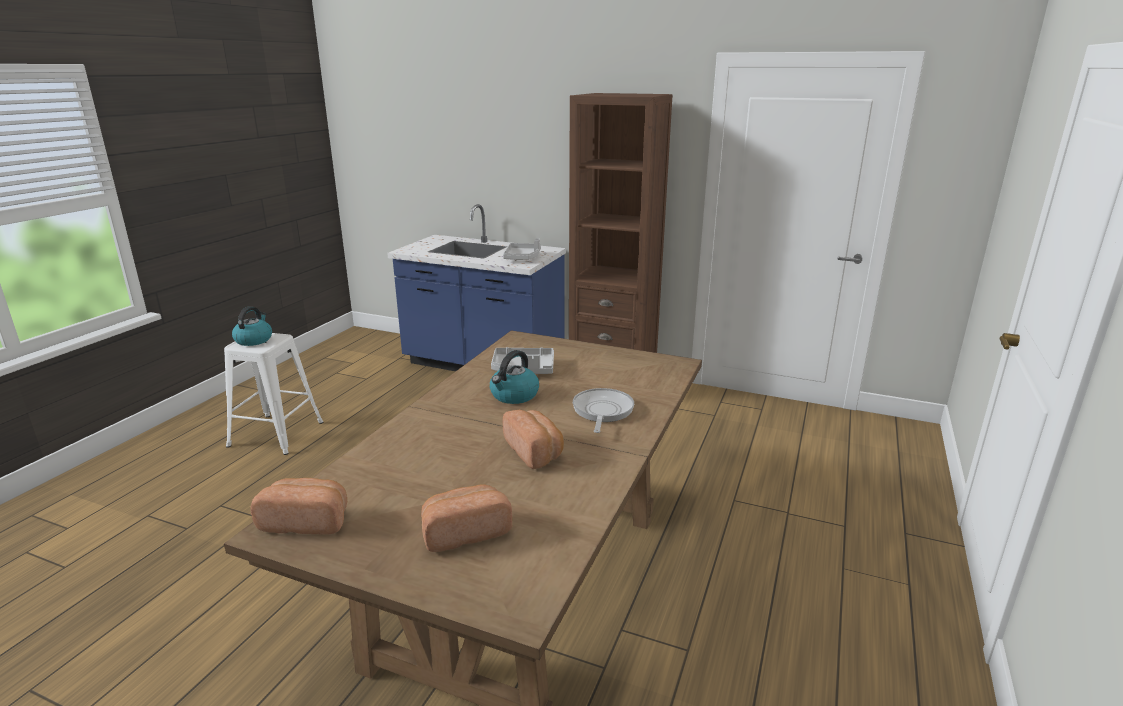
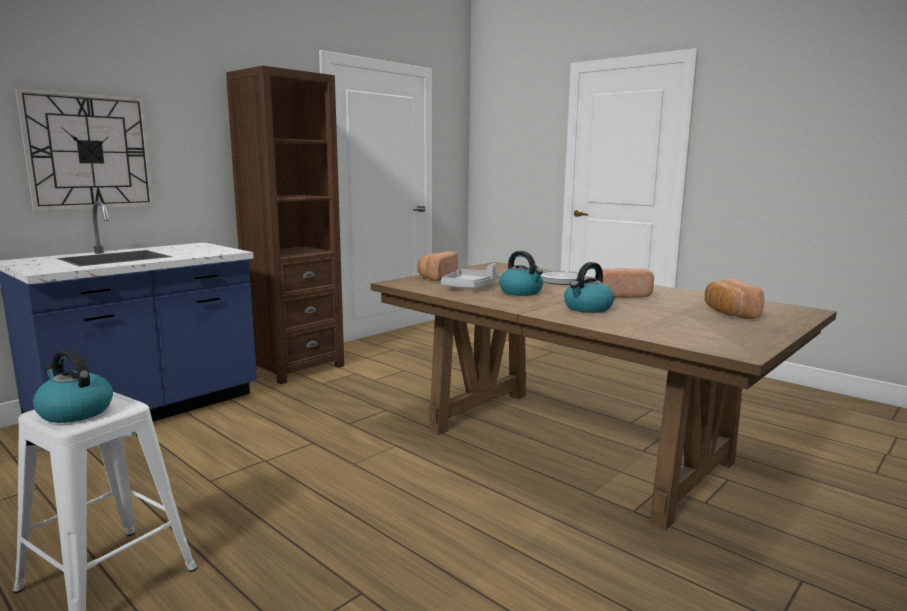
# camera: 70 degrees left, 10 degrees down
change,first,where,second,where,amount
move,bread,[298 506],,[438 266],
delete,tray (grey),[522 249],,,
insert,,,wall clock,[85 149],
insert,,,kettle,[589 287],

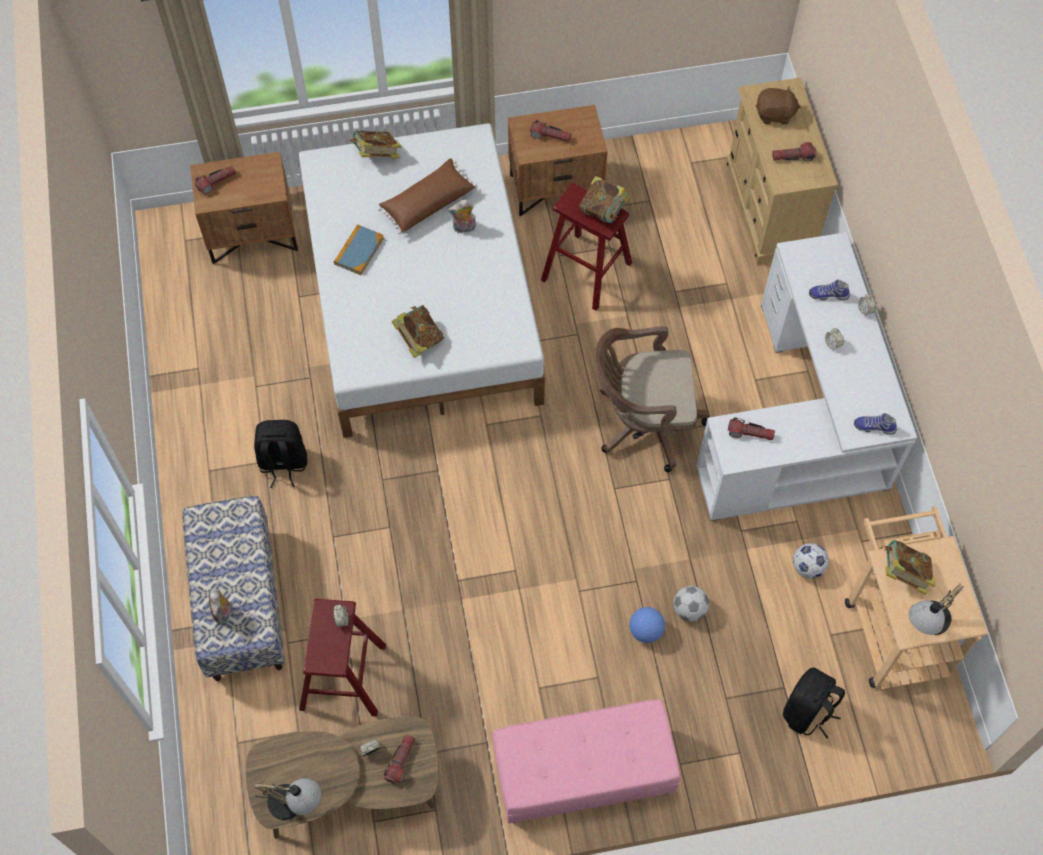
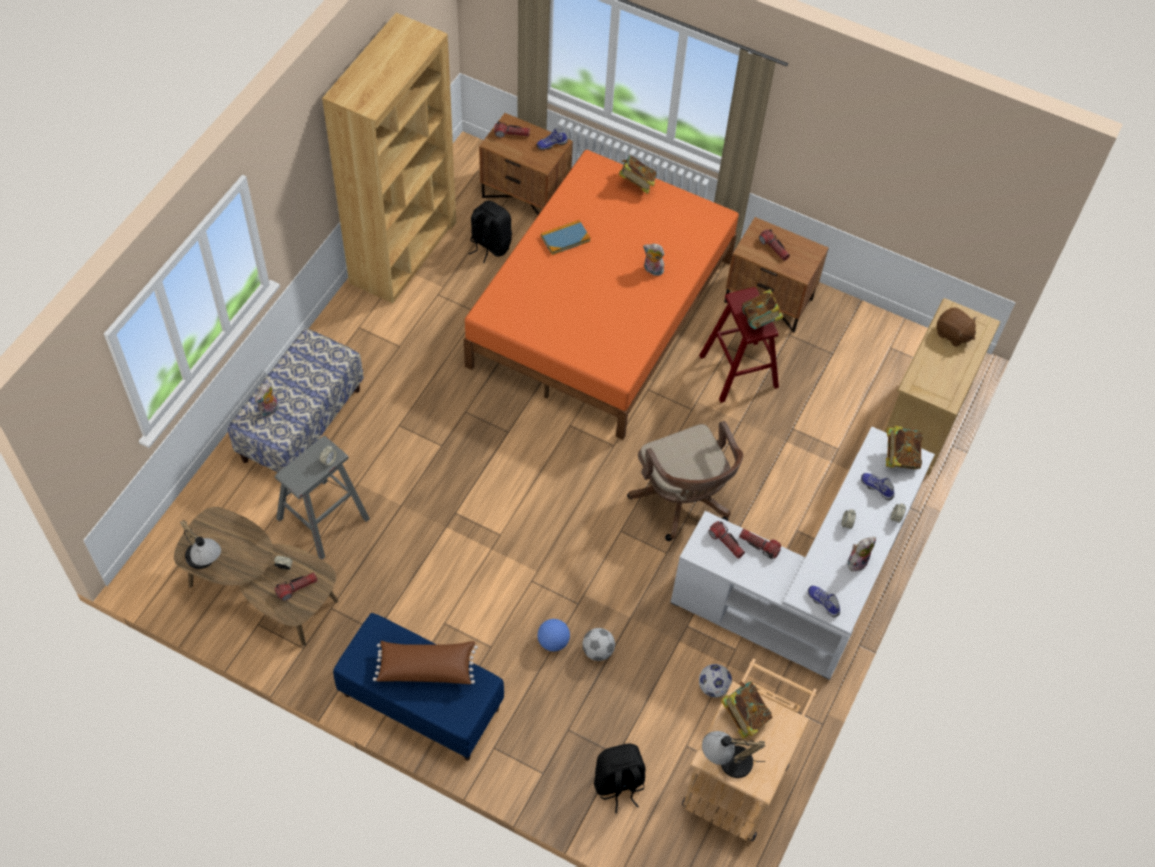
# camera: 35 degrees right, 5 degrees down
change,first,where,second,where,amount
move,backpack (black),[280 454],,[490 232],
recolor,bed (white),[422 280],bed (orange),[601 295],
recolor,stool (red),[342 657],stool (grey),[322 498],
move,pillow (brown),[427 196],,[425 662],
move,book,[417 331],,[904 447],
recolor,bench (pink),[586 762],bench (blue),[418 686],
rotate,office chair (brown),[652 399],,[685 481],150 degrees counterclockwise
move,flashlight,[794 151],,[760 544],
insert,,,bookcase (brown),[389 158],
insert,,,shoe,[552 139],
insert,,,plush toy,[862 554],

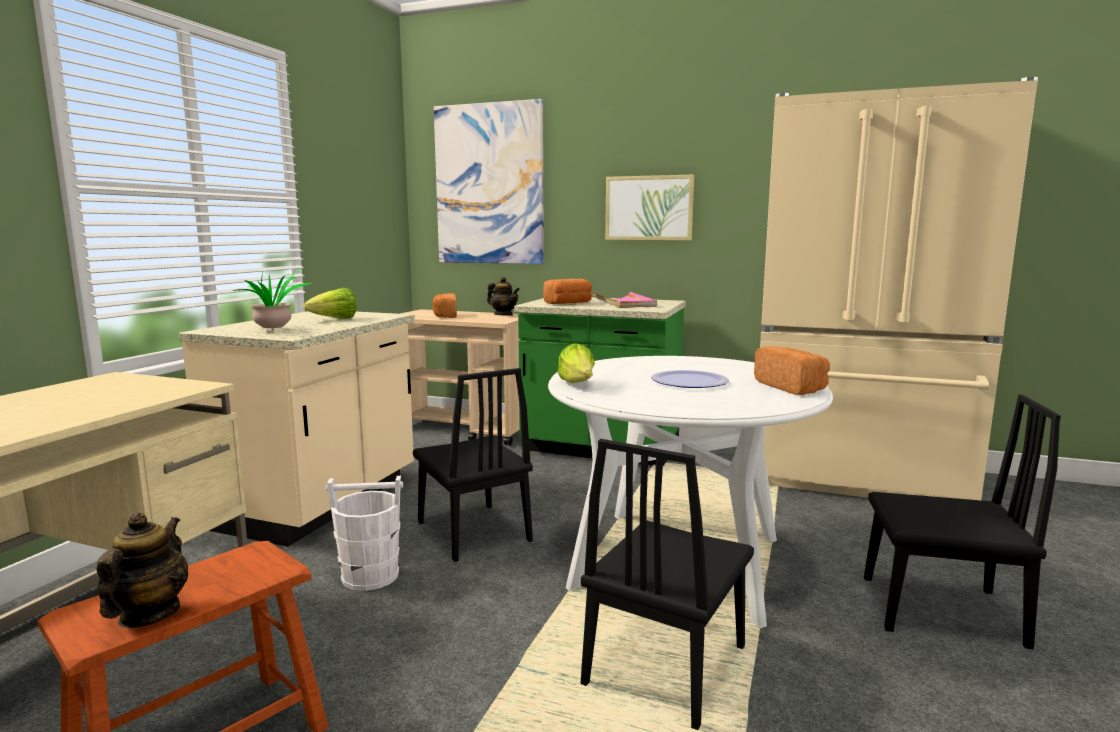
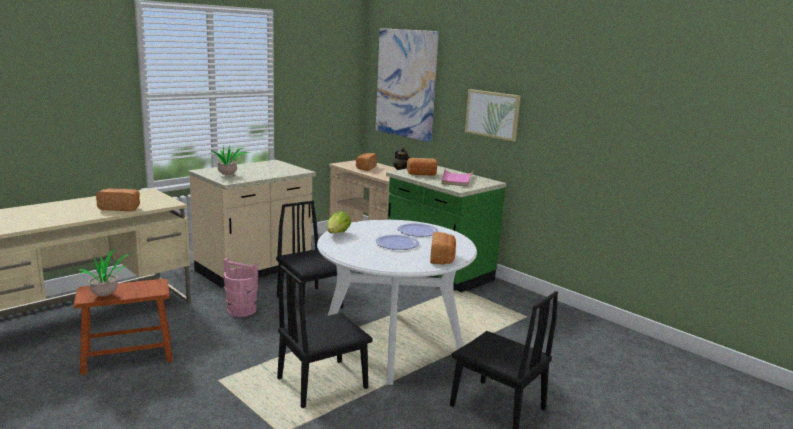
# camera: 25 degrees right, 5 degrees up
change,first,where,second,where,amount
replace,teapot,[142 570],potted plant,[105 272],
delete,lettuce,[330 303],,,
recolor,bucket (white),[364 533],bucket (pink),[241 287],
rotate,chair (black),[473 465],,[309 254],150 degrees clockwise
delete,fridge (beige),[899 288],,,
insert,,,bread,[118 199],
insert,,,plate,[418 230],

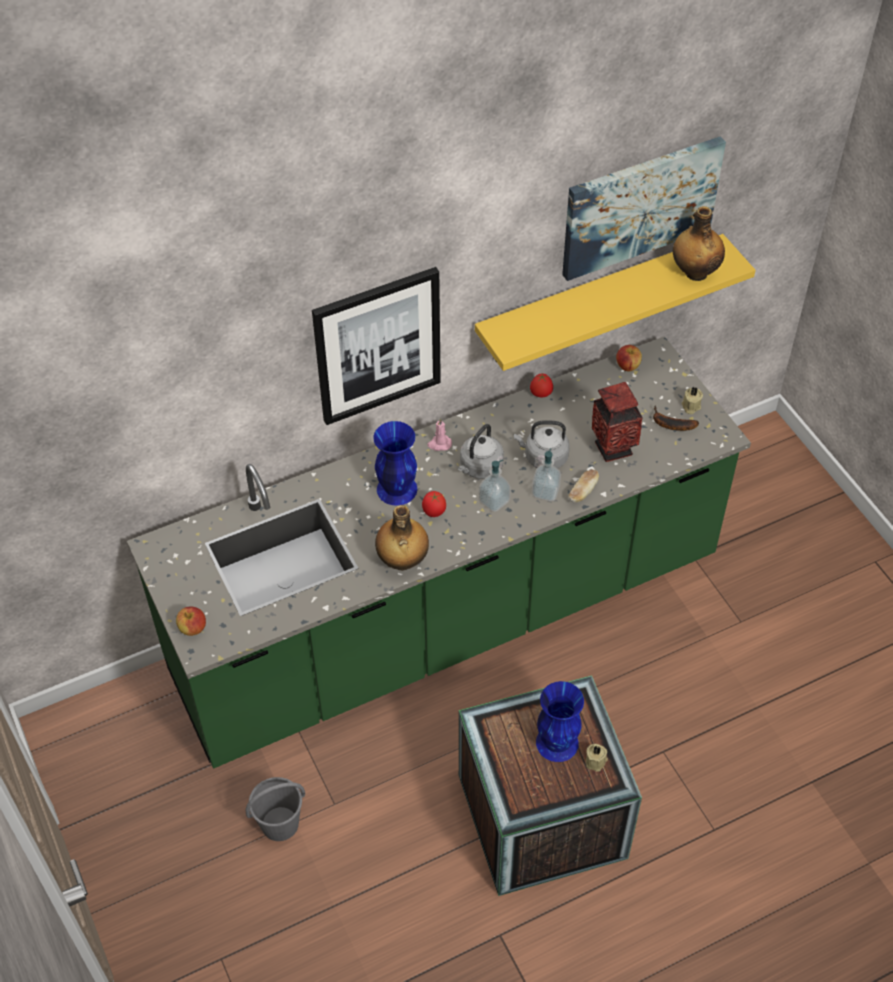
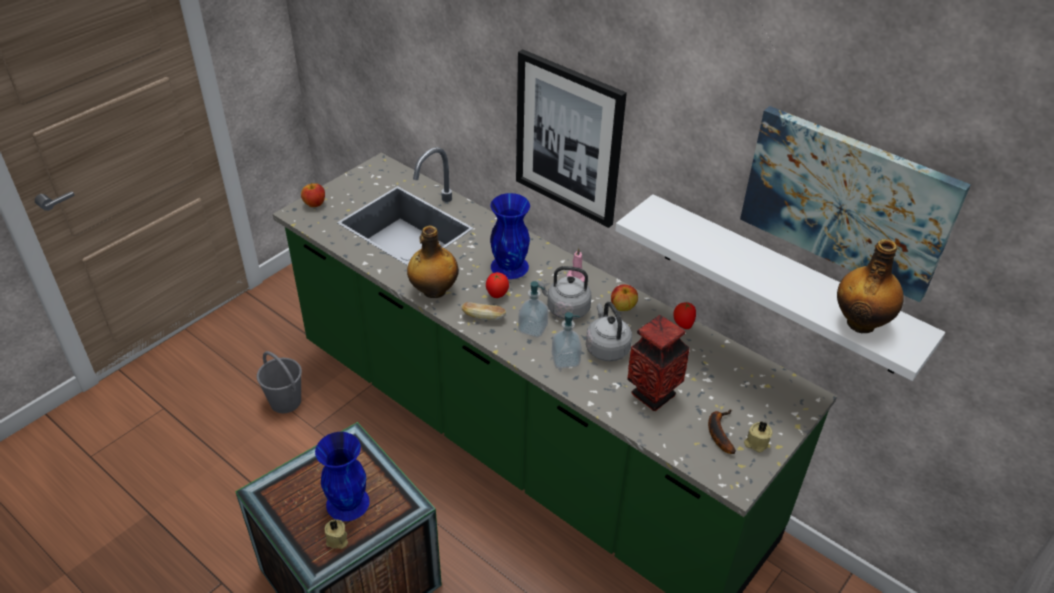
# camera: 65 degrees right, 10 degrees down
change,first,where,second,where,amount
recolor,shelf (yellow),[615 302],shelf (white),[780 287],
move,bread,[583 485],,[483 311],
move,apple,[629 358],,[624 297],

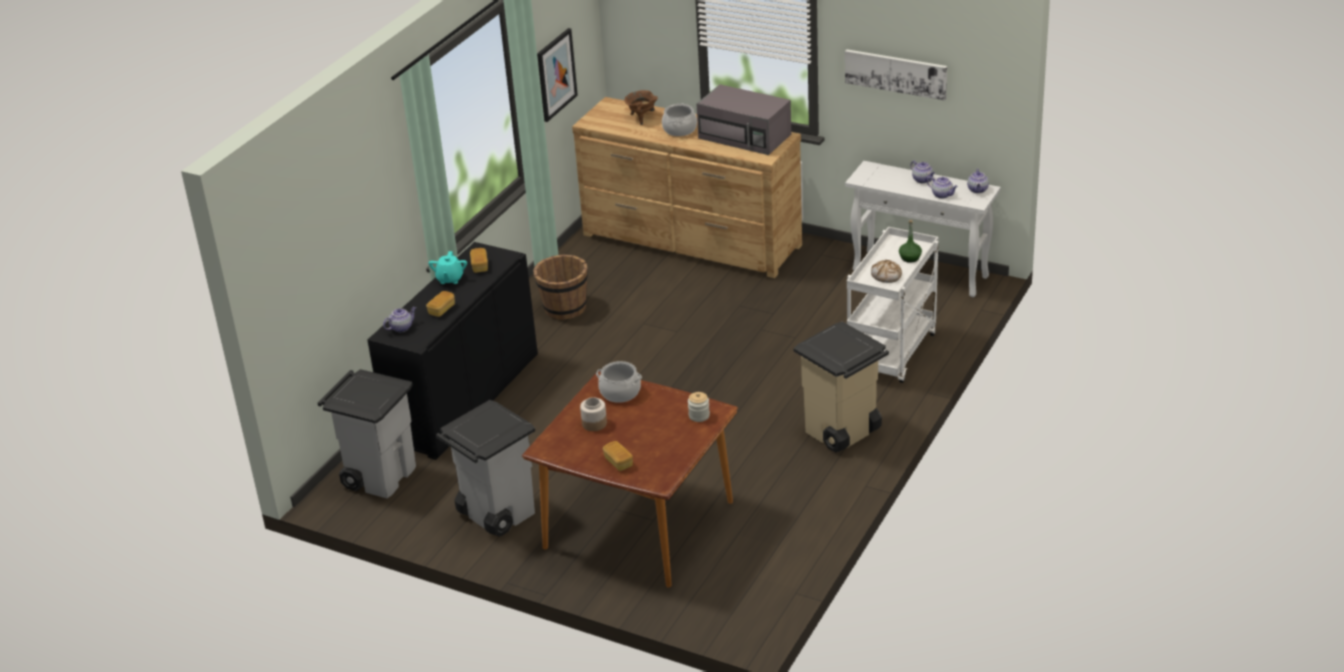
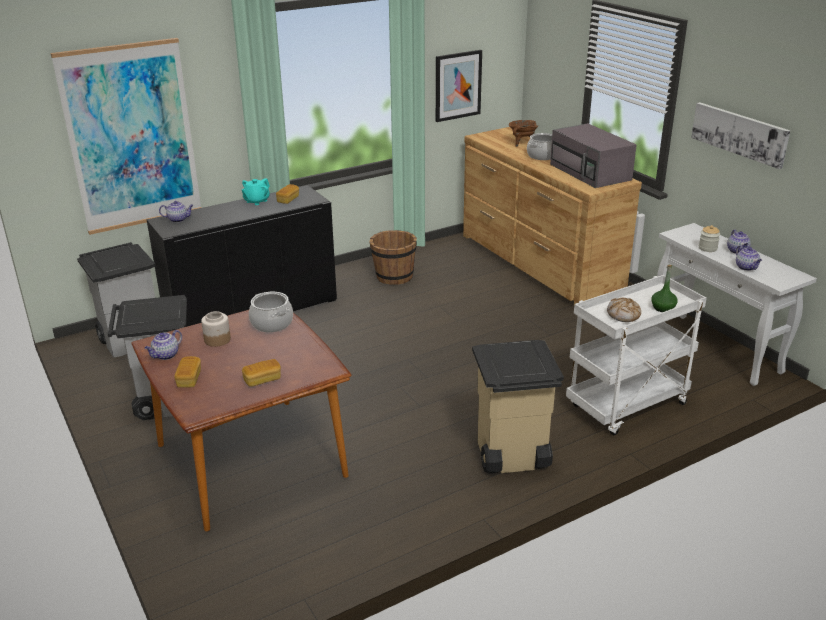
# camera: 30 degrees right, 5 degrees down
change,first,where,second,where,amount
move,bread,[440 304],,[261 373],
move,jar,[699 407],,[709 238],
move,teapot,[978 181],,[163 345],
insert,,,picture,[126 136],

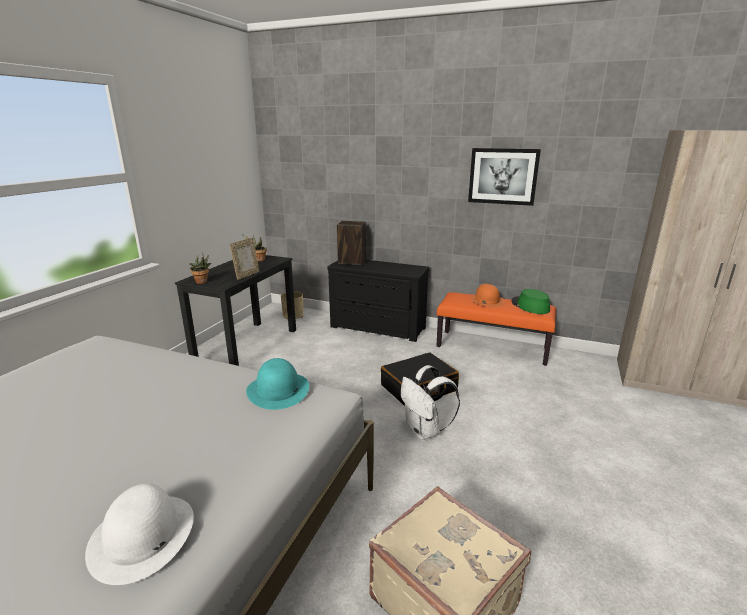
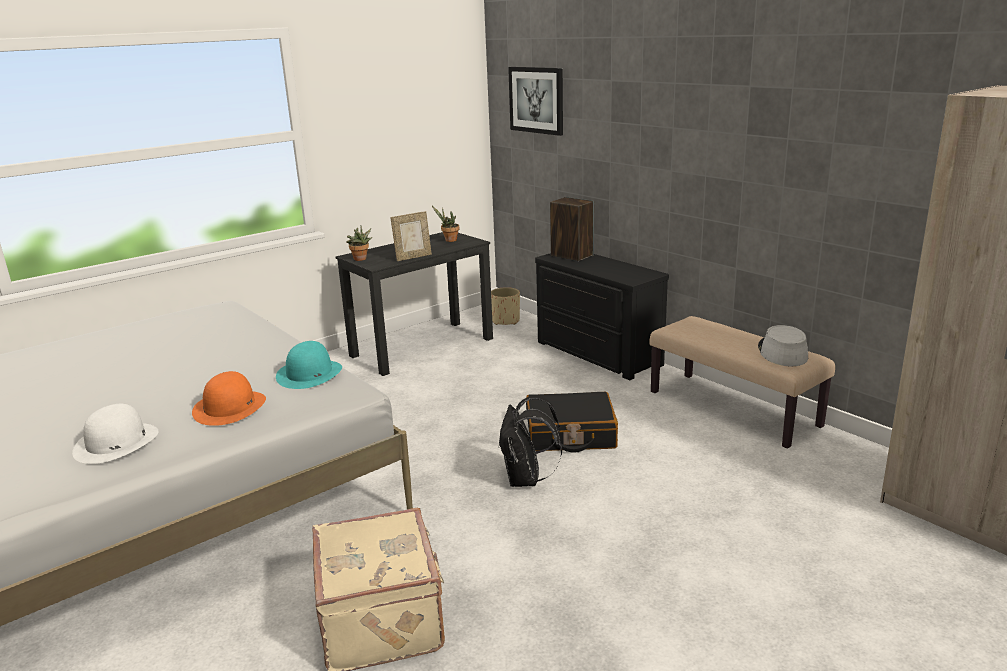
# camera: 30 degrees right, 0 degrees up
change,first,where,second,where,amount
recolor,backpack (white),[430 402],backpack (black),[530 441],
recolor,bench (orange),[496 329],bench (beige),[742 382],
move,picture,[504 177],,[535 101],
move,hat (orange),[487 296],,[229 398],
recolor,hat (green),[530 301],hat (grey),[783 345],

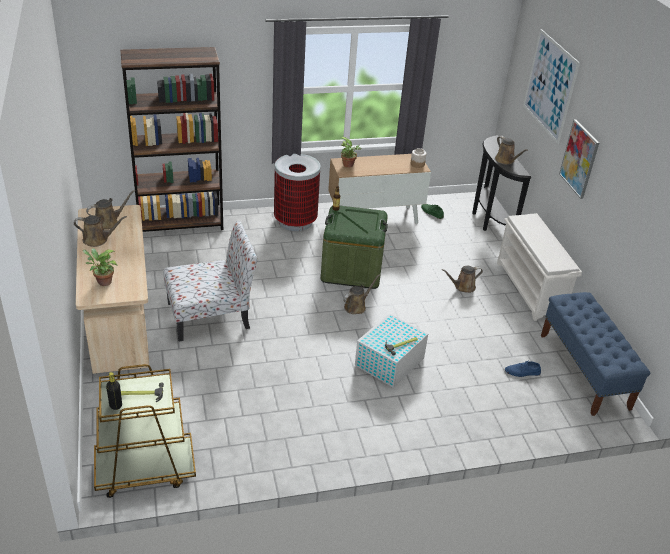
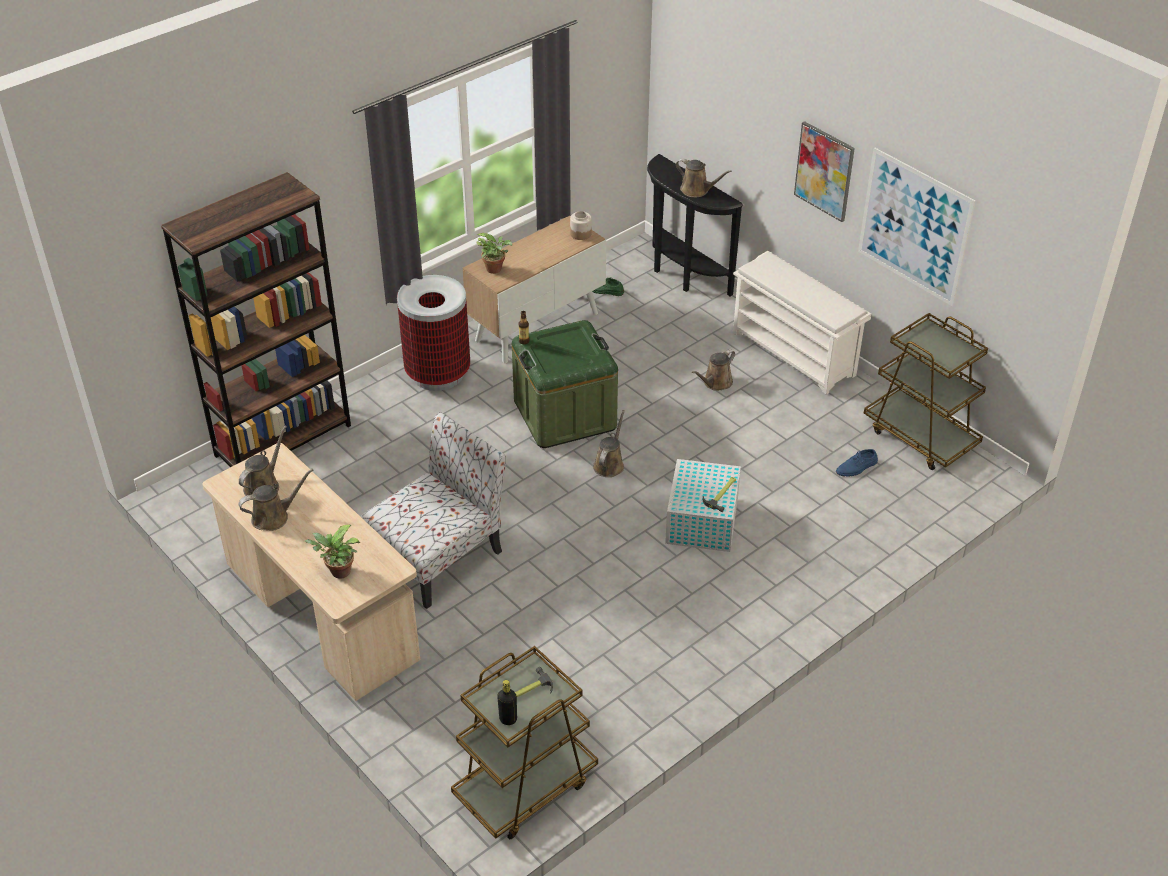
# camera: 25 degrees left, 5 degrees up
change,first,where,second,where,amount
move,picture,[551 86],,[917 227],
replace,bench (blue),[595 354],cart (brown),[926 391],

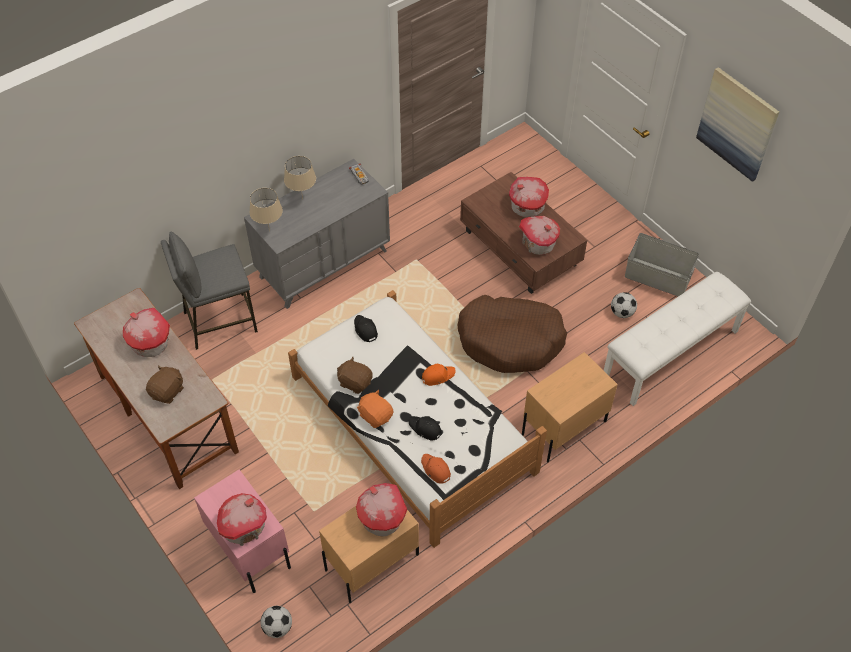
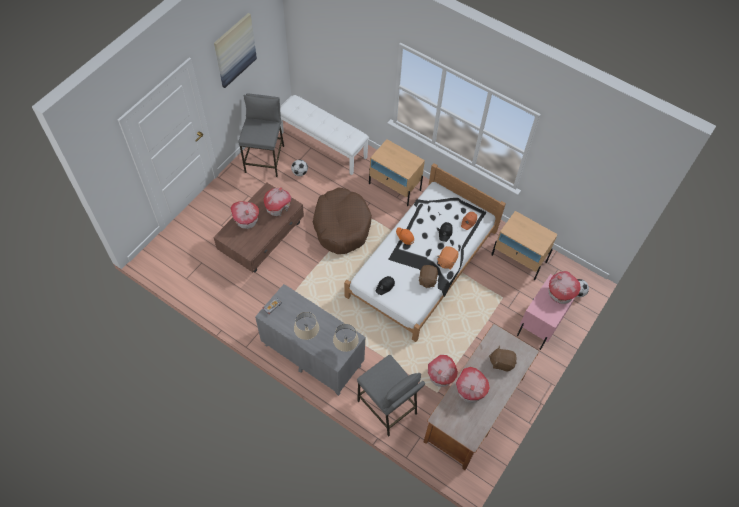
# camera: 110 degrees left, 5 degrees up
change,first,where,second,where,amount
move,toy house,[381 510],,[443 371],
replace,storage box (grey),[662 264],stool (grey),[261 135],

